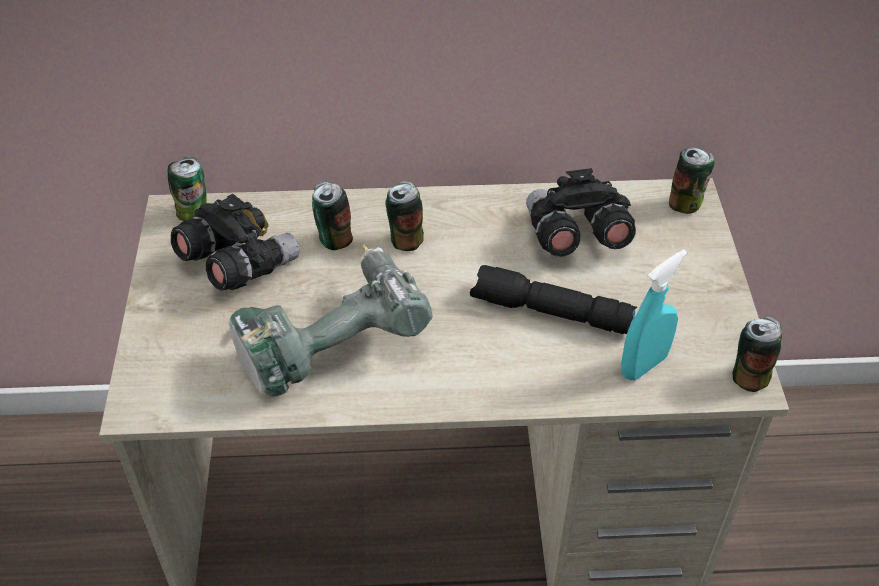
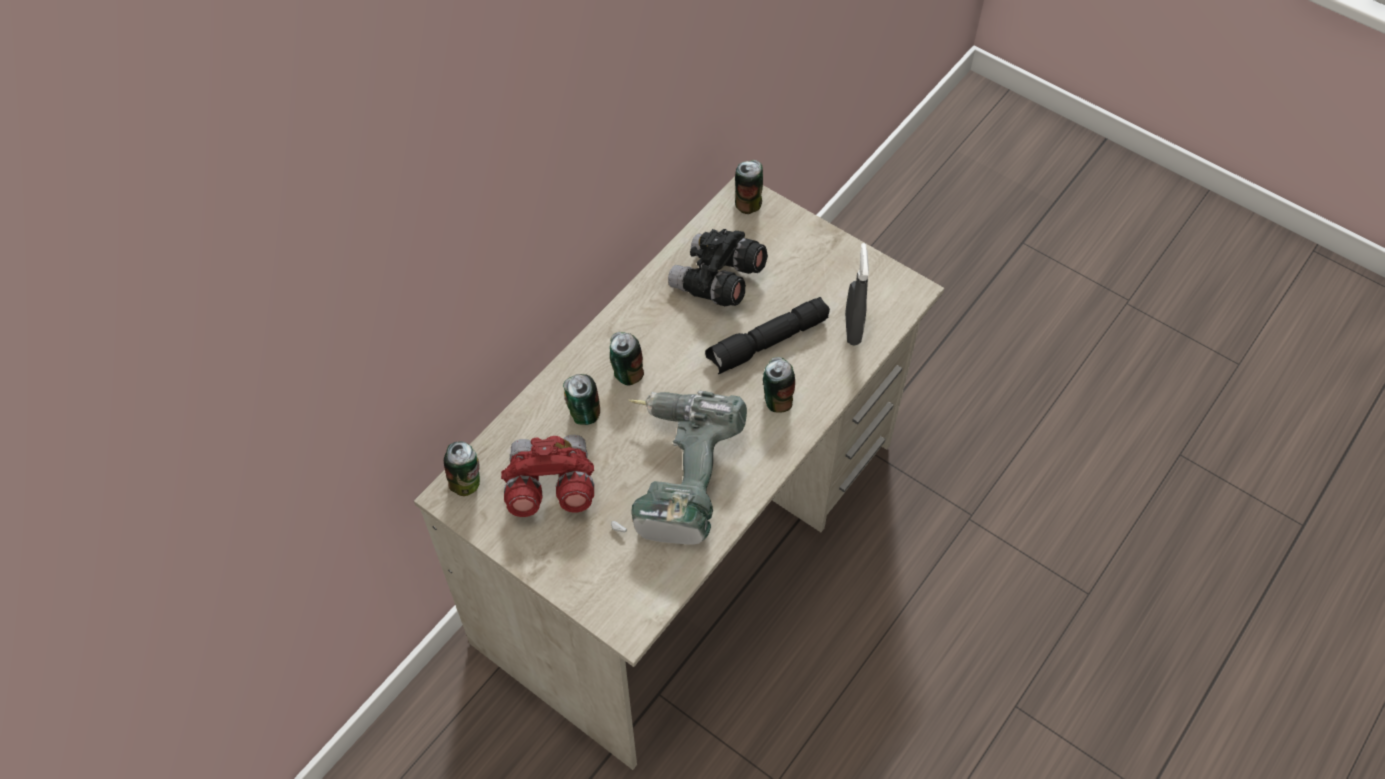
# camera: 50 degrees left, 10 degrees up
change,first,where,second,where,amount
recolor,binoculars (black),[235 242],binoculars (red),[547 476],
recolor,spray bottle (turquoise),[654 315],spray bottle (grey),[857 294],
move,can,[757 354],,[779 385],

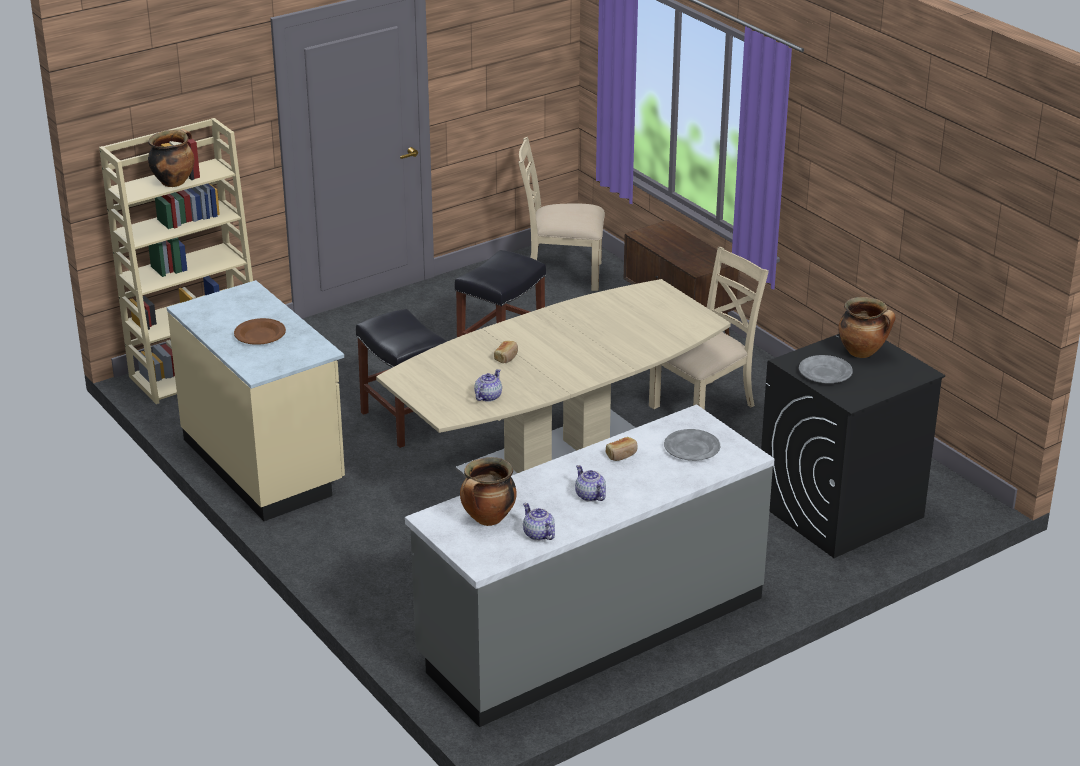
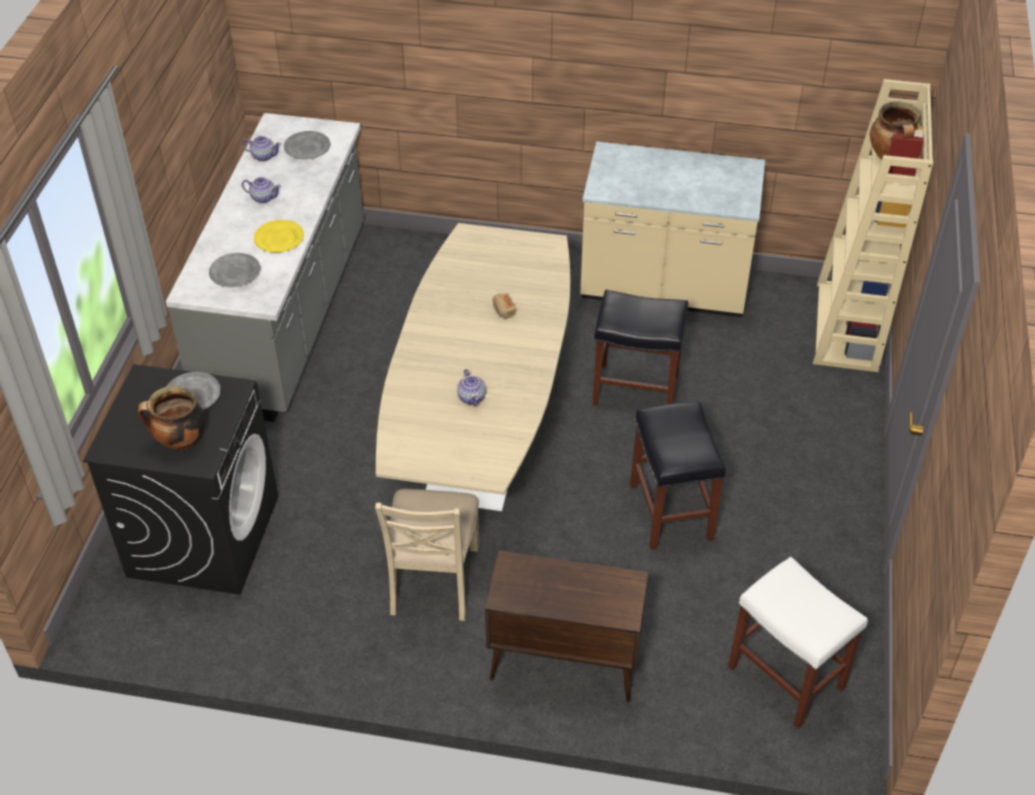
# camera: 135 degrees right, 15 degrees up
change,first,where,second,where,amount
delete,plate (brown),[260 331],,,
replace,cooking pot,[488 491],plate (grey),[307 145],
move,teapot,[488 385],,[471 387],
replace,chair (beige),[561 214],stool (white),[798 643],
replace,bread,[622 449],plate (yellow),[279 236],

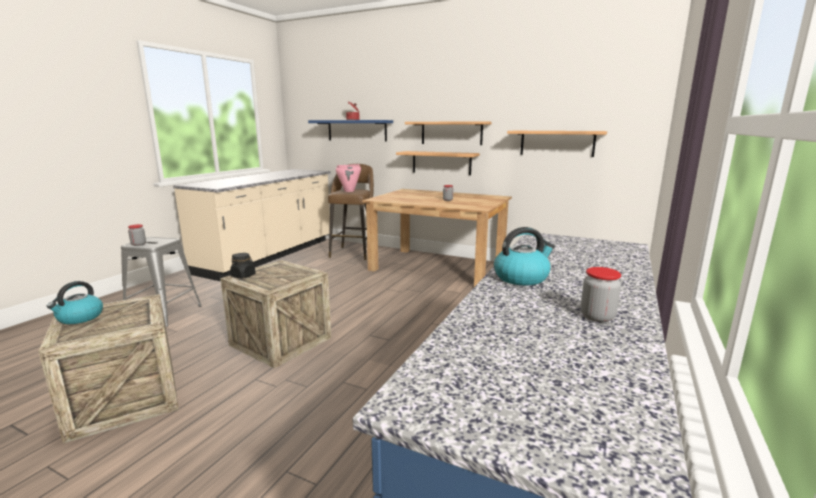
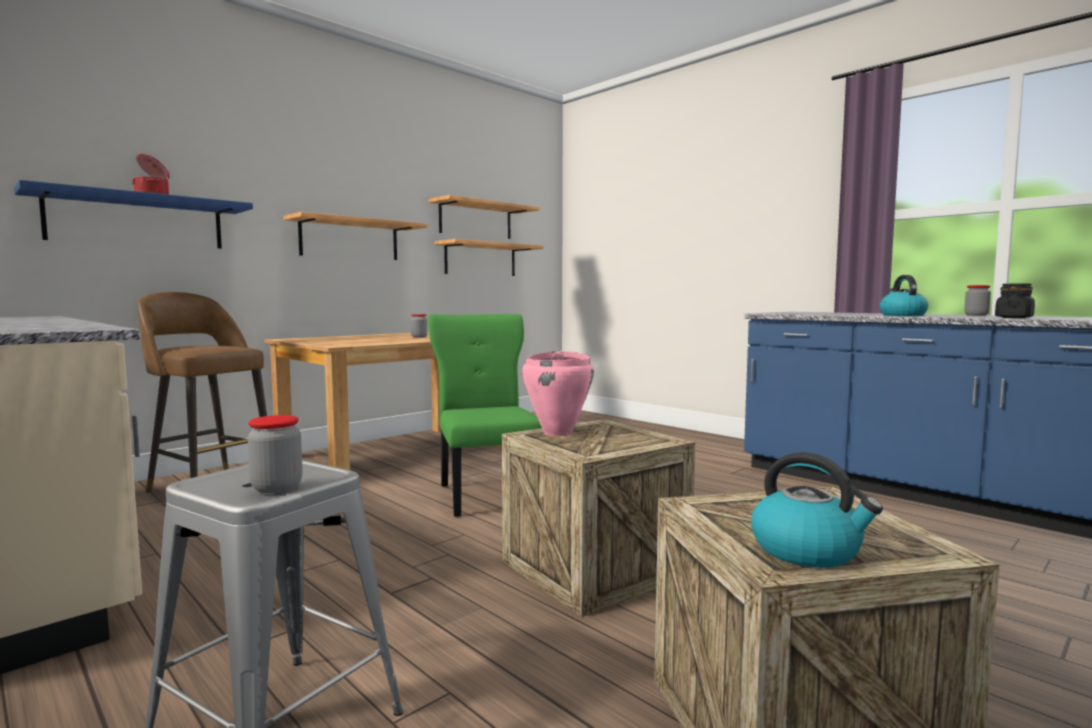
# camera: 70 degrees left, 10 degrees down
change,first,where,second,where,amount
move,jar (black),[242 265],,[1015 300],
move,cooking pot (pink),[348 178],,[558 393],
move,shelf,[438 163],,[484 217],
insert,,,chair (green),[485 415],

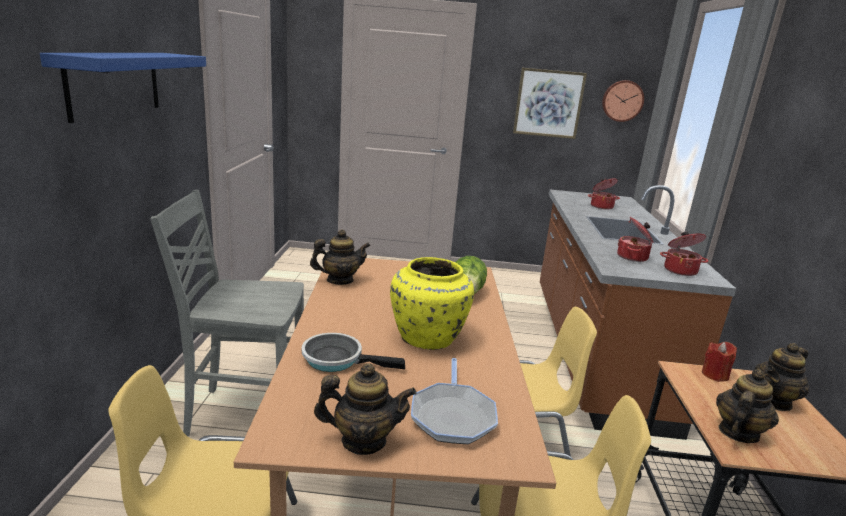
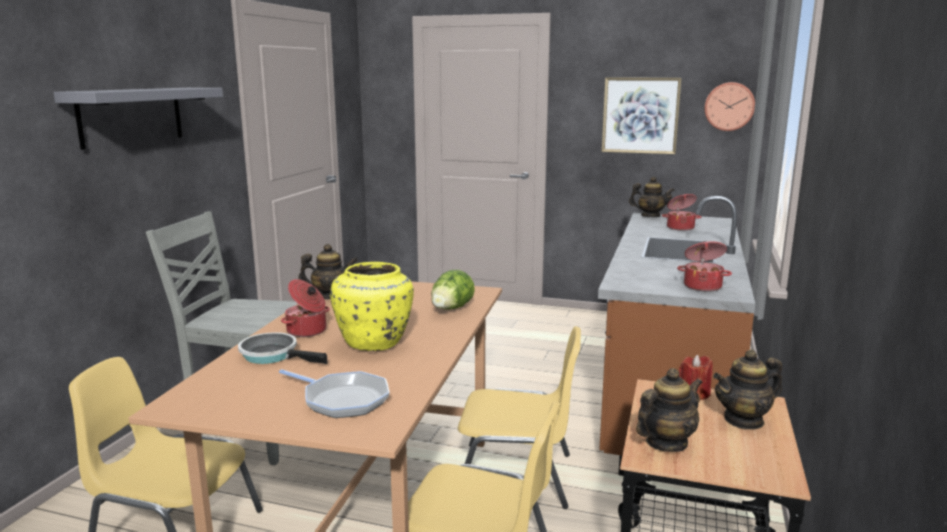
# camera: 15 degrees right, 5 degrees down
change,first,where,second,where,amount
recolor,shelf (blue),[123 88],shelf (grey),[138 119],
move,teapot,[365 409],,[652 197],
rotate,frying pan,[454 401],,[334 393],75 degrees counterclockwise
move,cooking pot,[635 239],,[305 308],

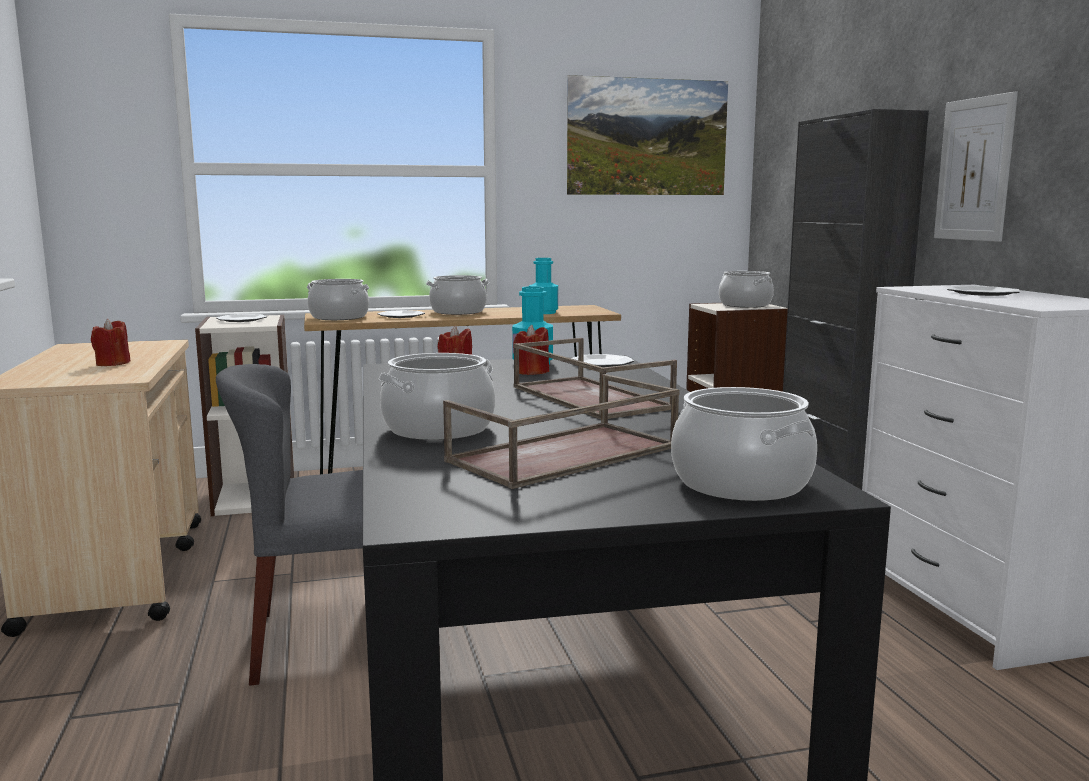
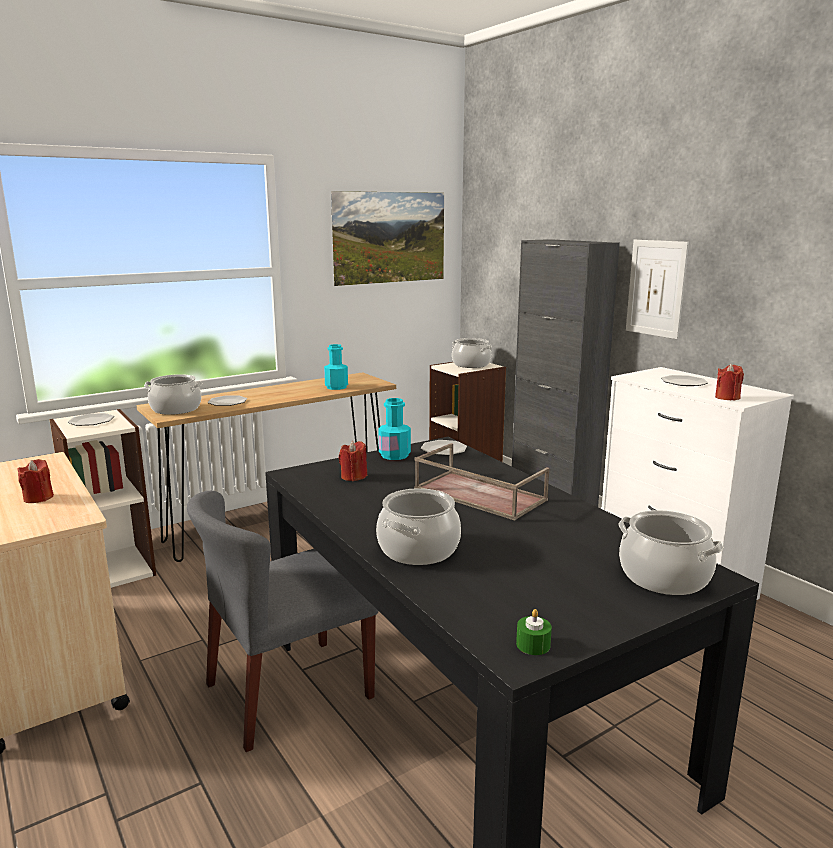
# camera: 20 degrees left, 5 degrees up
change,first,where,second,where,amount
delete,cooking pot,[457 295],,,
delete,tray (brown),[561 431],,,
move,candle (red),[531 349],,[729 382],
insert,,,candle (green),[534 632],

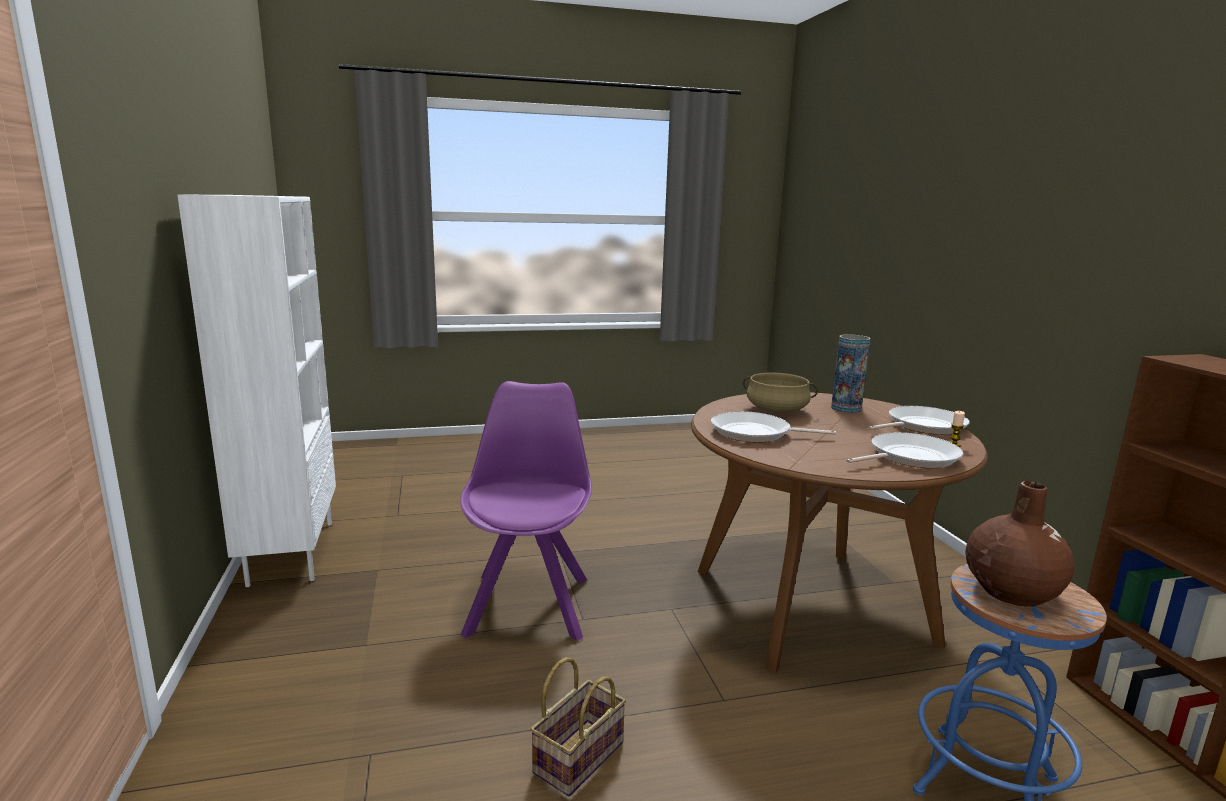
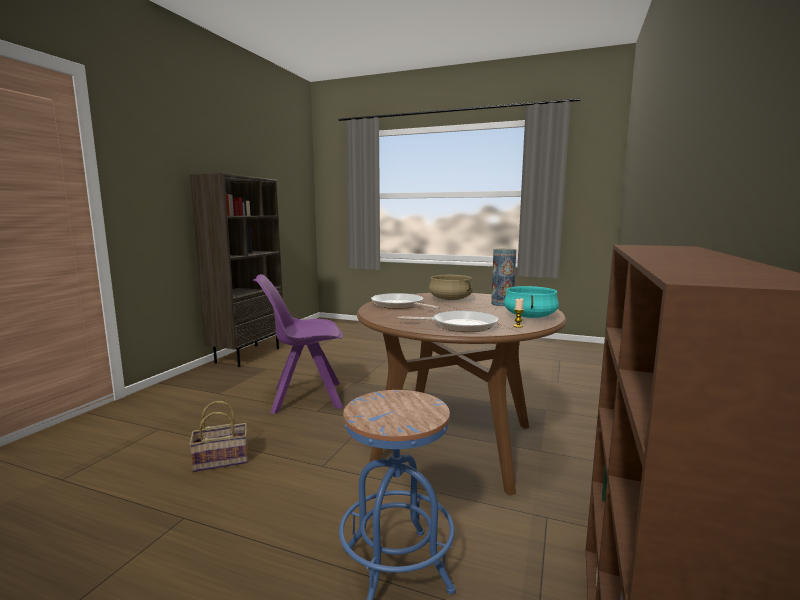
# camera: 35 degrees right, 5 degrees down
change,first,where,second,where,amount
recolor,bookcase (white),[256 390],bookcase (brown),[236 270],
rotate,chair (purple),[526 511],,[298 344],135 degrees counterclockwise
replace,frying pan,[919 420],cooking pot (turquoise),[531 302],
delete,vase (brown),[1019 544],,,

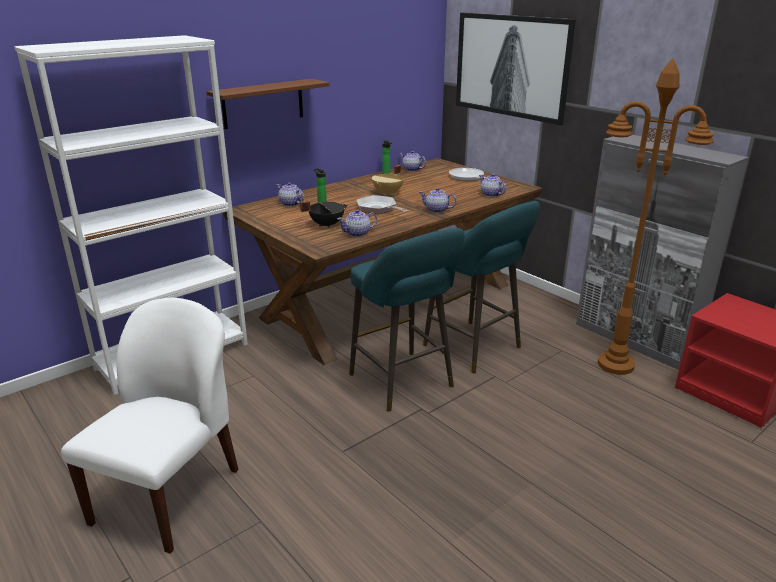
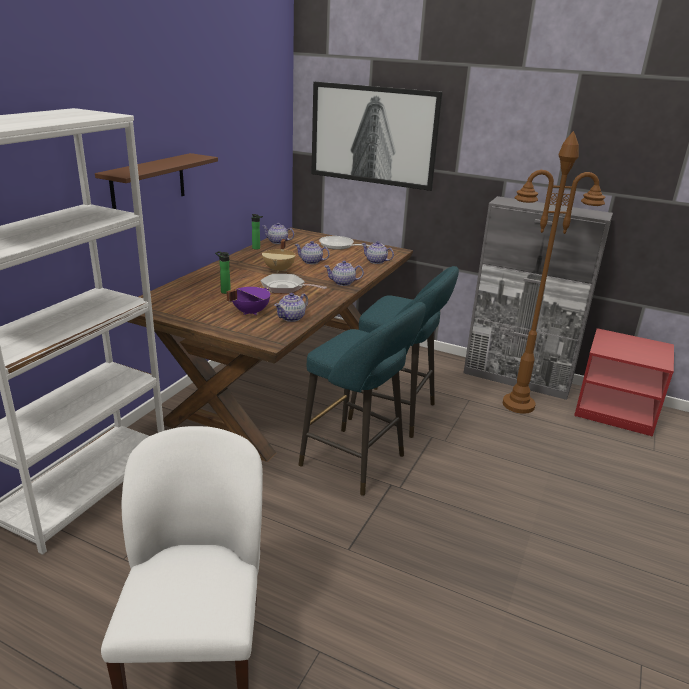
# camera: 25 degrees left, 0 degrees up
change,first,where,second,where,amount
move,teapot,[290 194],,[312 252],
recolor,cooking pot (black),[324 214],cooking pot (purple),[248 301],

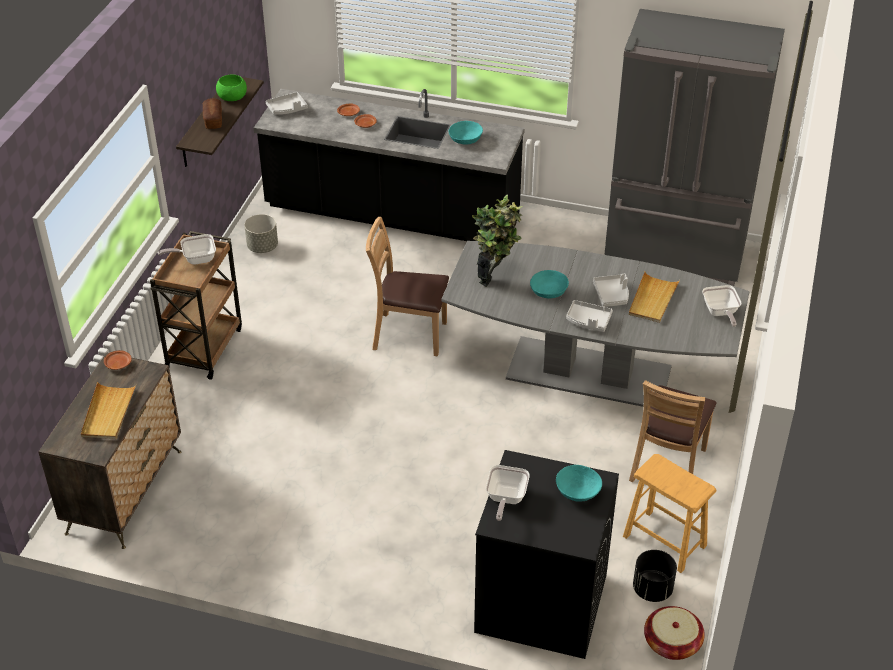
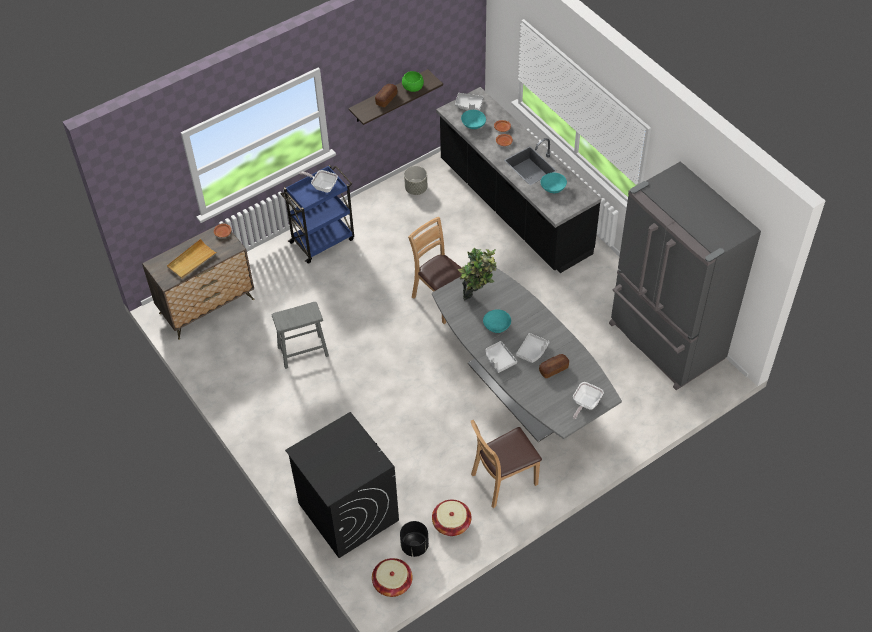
# camera: 40 degrees right, 10 degrees up
change,first,where,second,where,amount
recolor,cart (brown),[196 305],cart (blue),[317 214],
delete,frying pan,[508 493],,,
move,bowl (turquoise),[579 483],,[473 119],
replace,stool (brown),[669 513],basket,[451 518],
replace,tray (beige),[654 297],bread,[554 366],
insert,,,stool (grey),[300 335],

